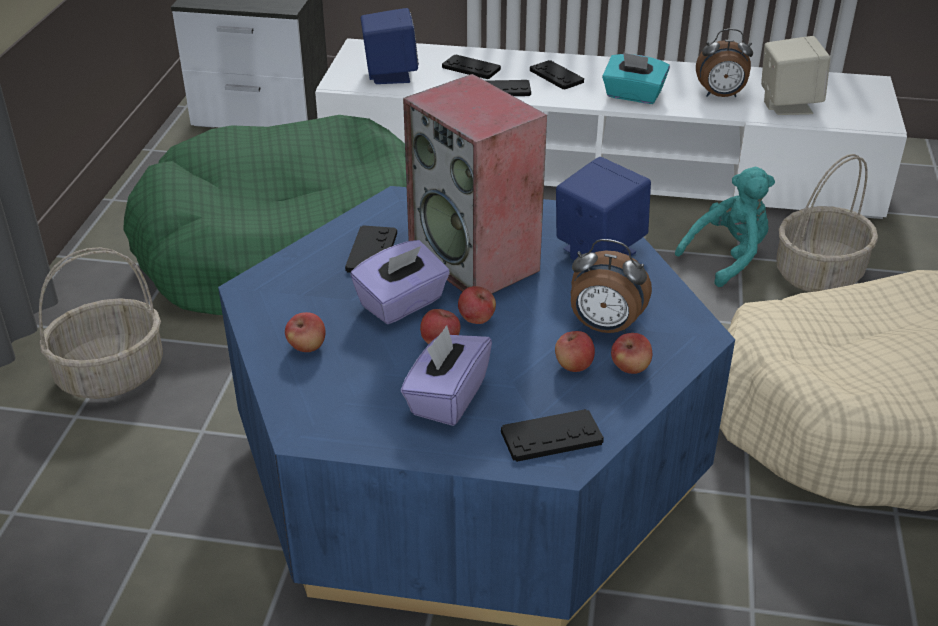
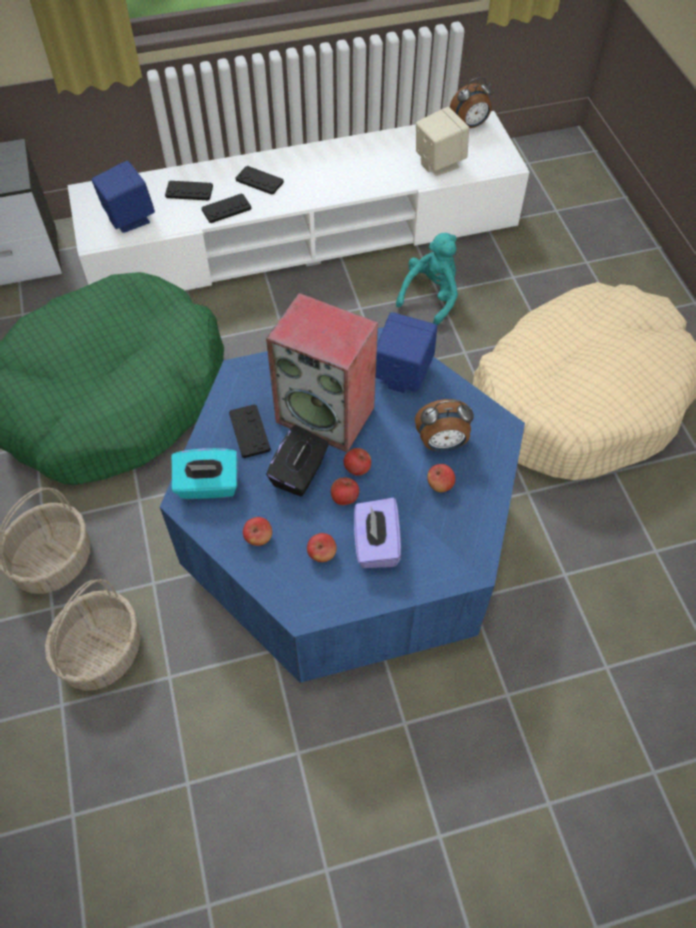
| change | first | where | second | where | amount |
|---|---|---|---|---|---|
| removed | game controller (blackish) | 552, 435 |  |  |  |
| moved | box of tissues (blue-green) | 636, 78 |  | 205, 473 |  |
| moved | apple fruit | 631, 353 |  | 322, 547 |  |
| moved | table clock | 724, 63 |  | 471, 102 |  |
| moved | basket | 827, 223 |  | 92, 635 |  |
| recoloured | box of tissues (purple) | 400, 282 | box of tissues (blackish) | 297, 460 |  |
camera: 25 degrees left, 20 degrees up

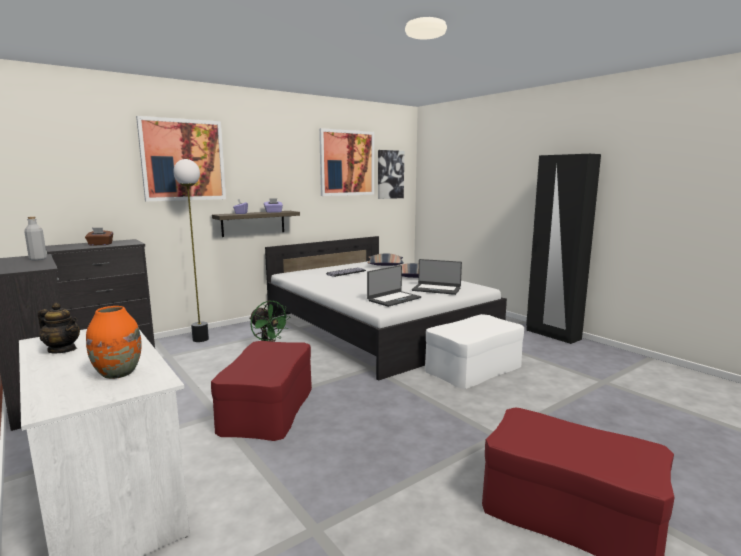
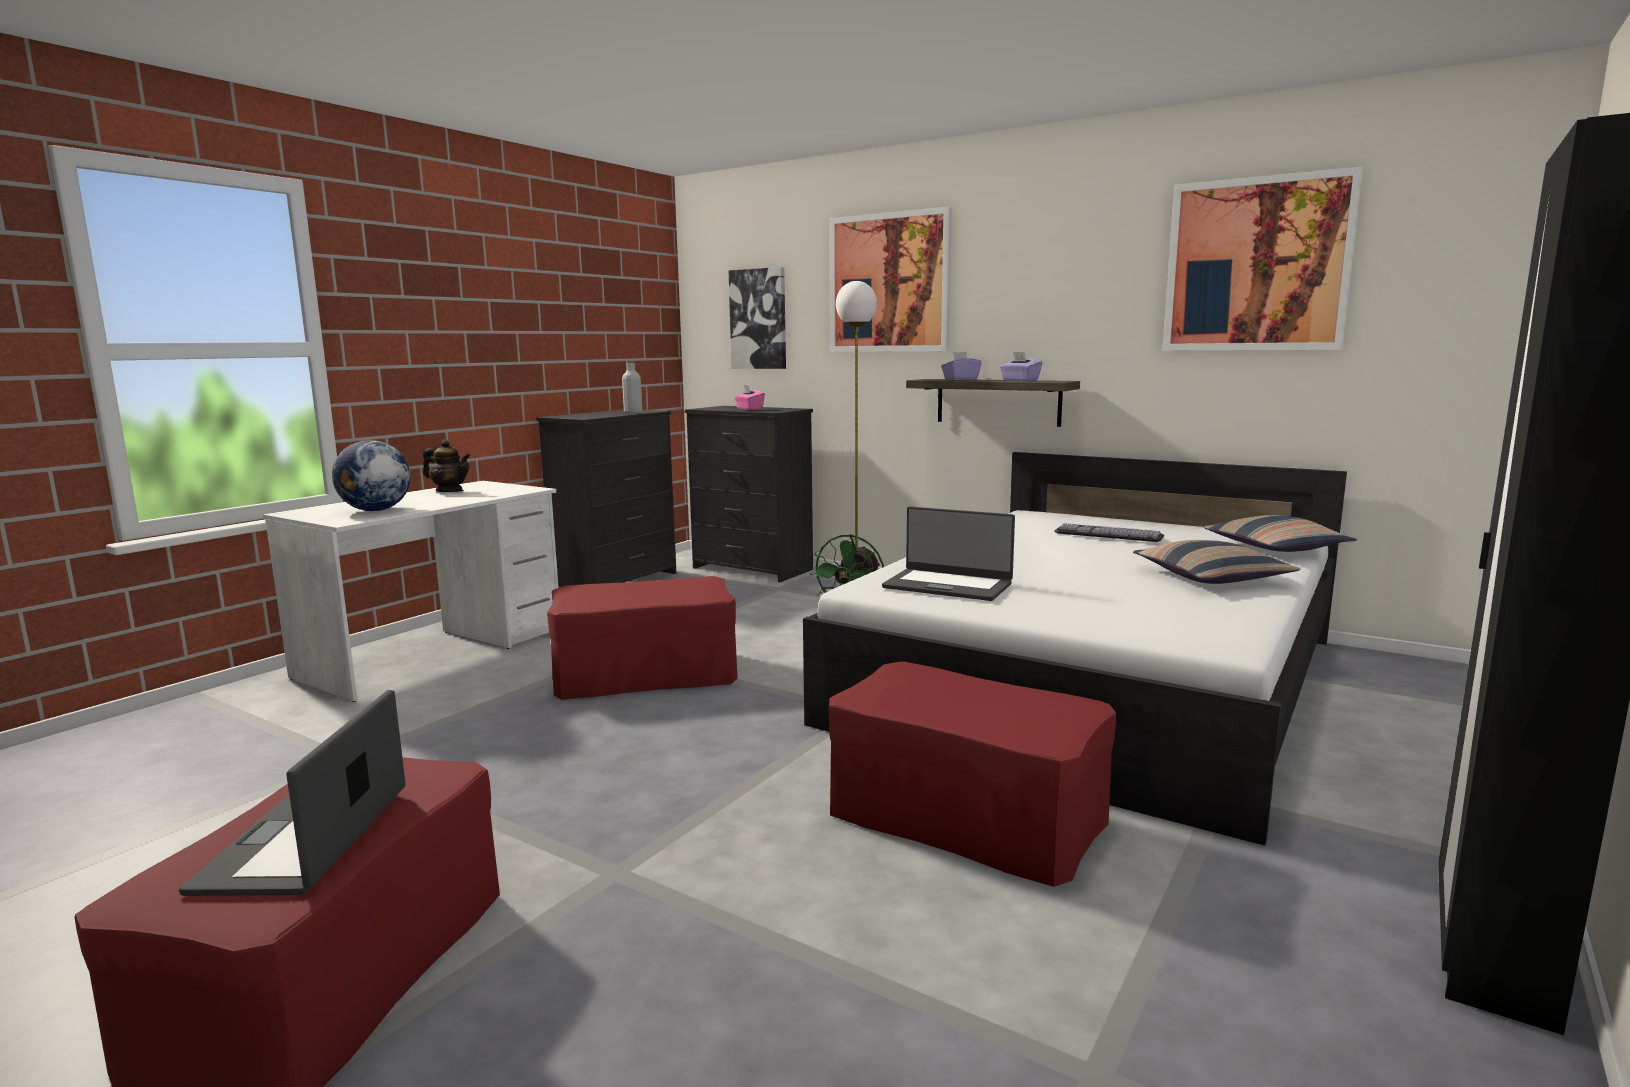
| change | first | where | second | where | amount |
|---|---|---|---|---|---|
| moved | wall picture | 391, 174 |  | 757, 318 |  |
| moved | notebook computer | 437, 277 |  | 292, 793 |  |
| replaced | decorative vase (orangey) | 114, 342 | desk globe | 371, 475 |  |
| recoloured | box of tissues (brownish) | 99, 237 | box of tissues (pink-coloured) | 749, 397 |  |
| recoloured | ottoman (white) | 474, 351 | ottoman (red) | 972, 774 |  |
| turned | teapot | 59, 328 |  | 447, 466 | 75 degrees counterclockwise |
camera: 70 degrees right, 0 degrees up

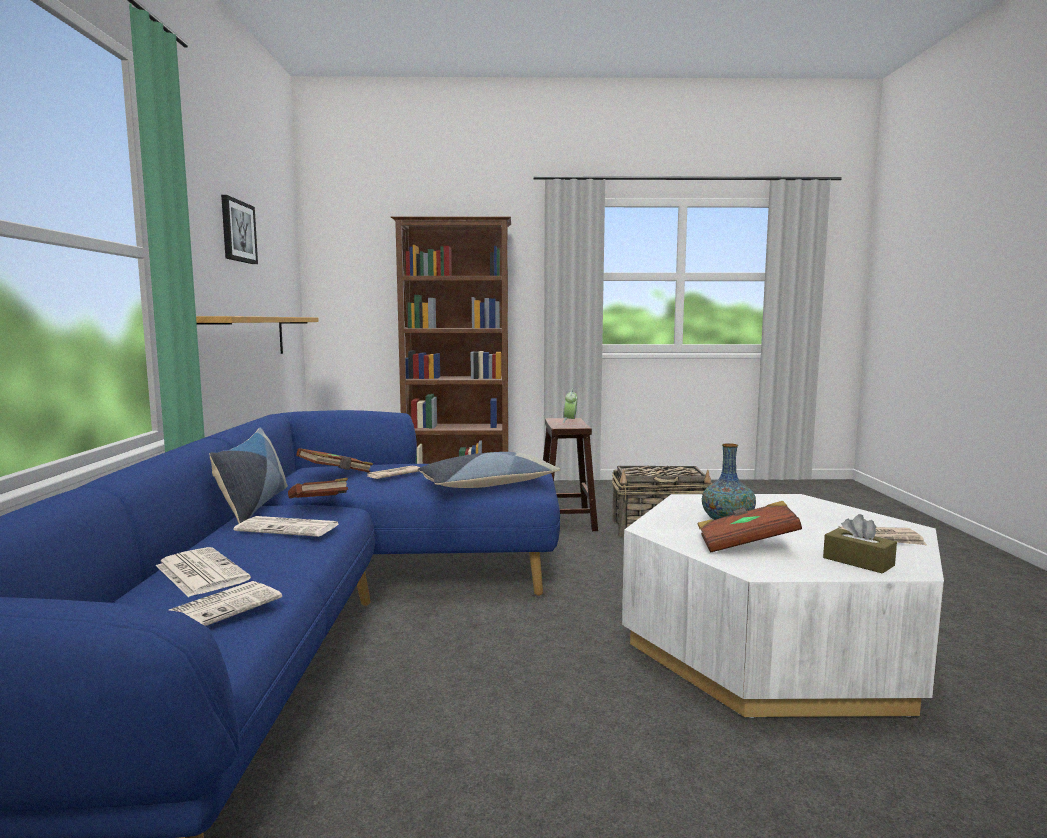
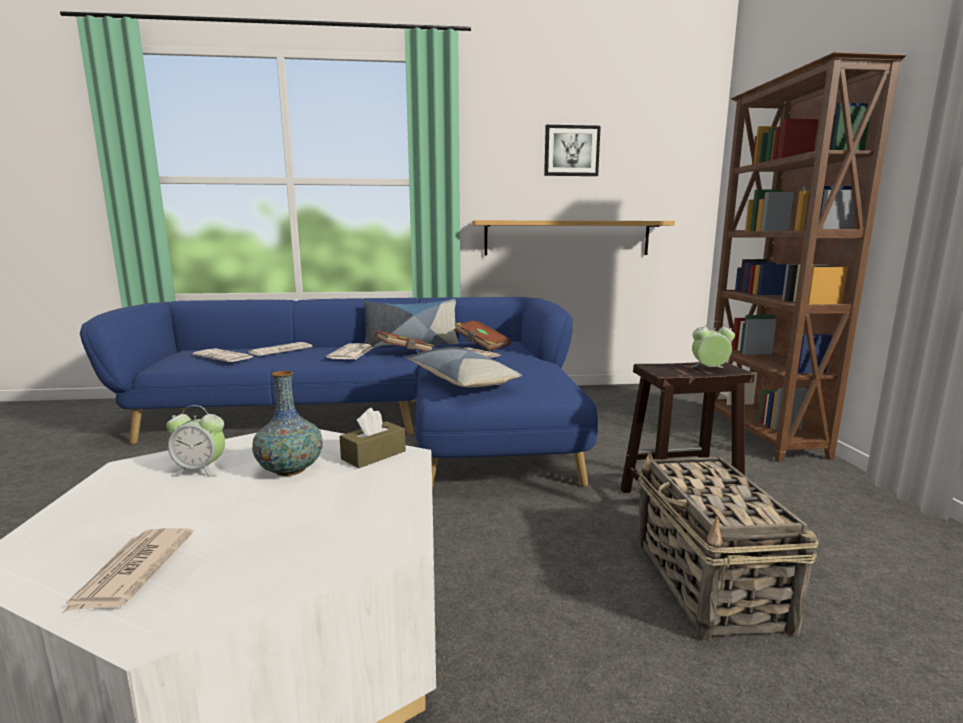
| change | first | where | second | where | amount |
|---|---|---|---|---|---|
| moved | box of tissues (brownish) | 860, 544 |  | 372, 438 |  |
| replaced | book (brownish) | 750, 527 | table clock | 195, 441 |  |
camera: 85 degrees right, 5 degrees up

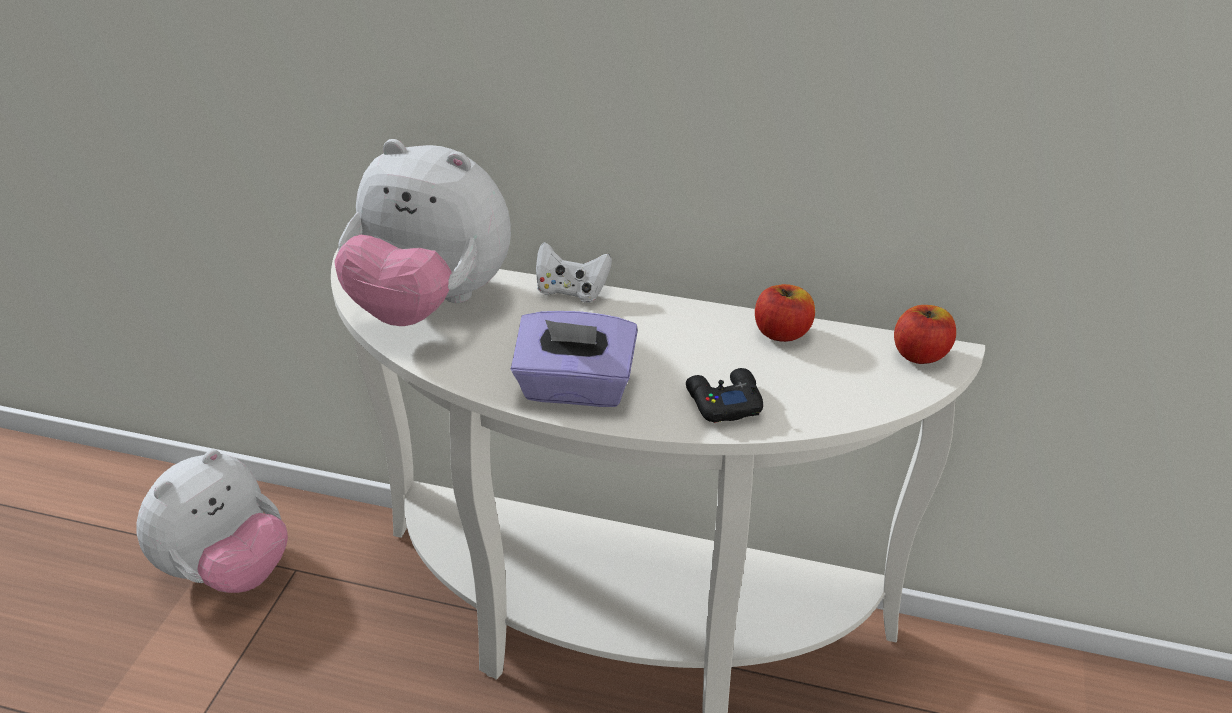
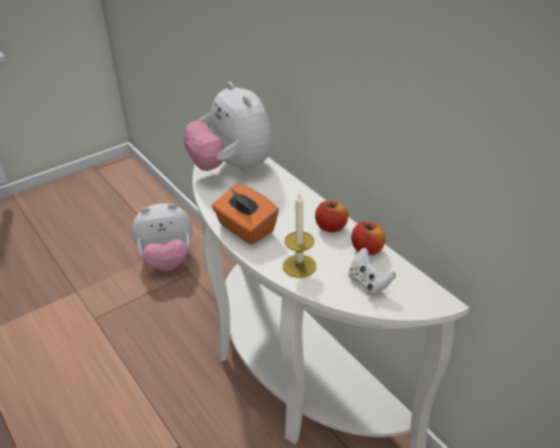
| change | first | where | second | where | amount |
|---|---|---|---|---|---|
| moved | game controller (white) | 574, 272 |  | 372, 272 |  |
| moved | apple fruit | 925, 334 |  | 331, 216 |  |
| replaced | game controller (blackish) | 724, 395 | wax candle | 299, 235 |  |
| recoloured | box of tissues (purple) | 574, 359 | box of tissues (orangey) | 245, 214 |  |
camera: 40 degrees right, 0 degrees up

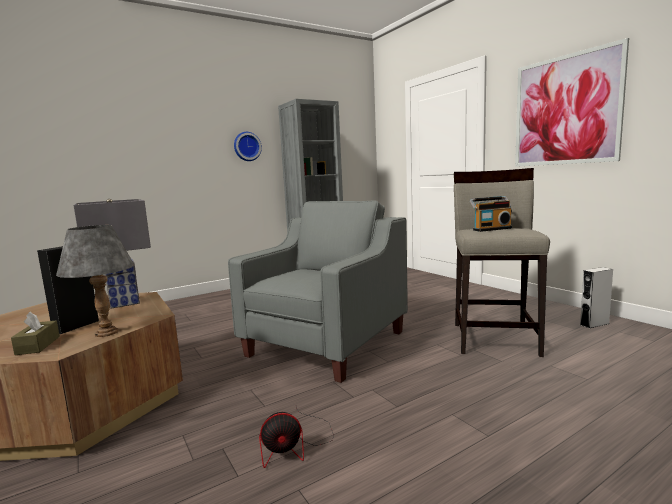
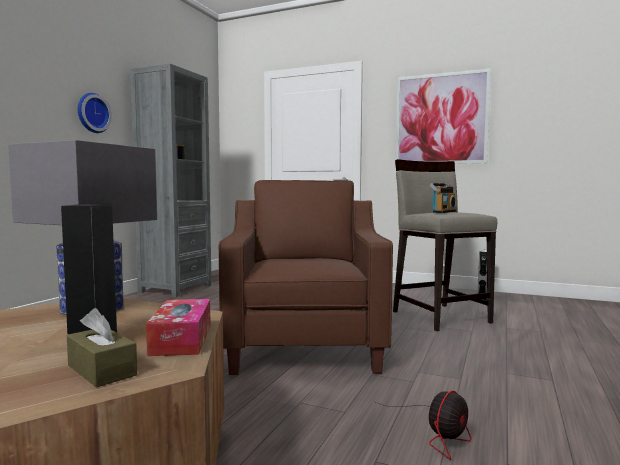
| change | first | where | second | where | amount |
|---|---|---|---|---|---|
| replaced | tabletop lamp (grey) | 95, 281 | box of tissues | 178, 327 |  |
| recoloured | lounge chair (grey) | 318, 292 | lounge chair (brownish) | 306, 277 |  |
camera: 35 degrees left, 5 degrees down

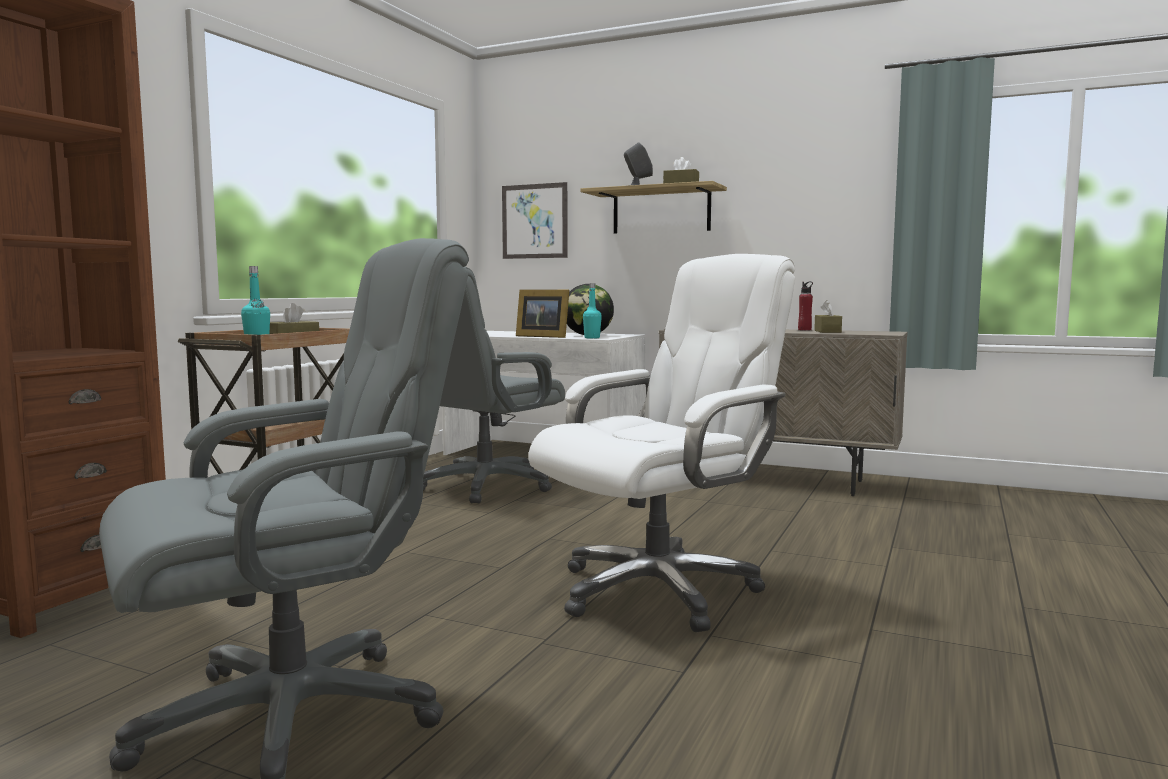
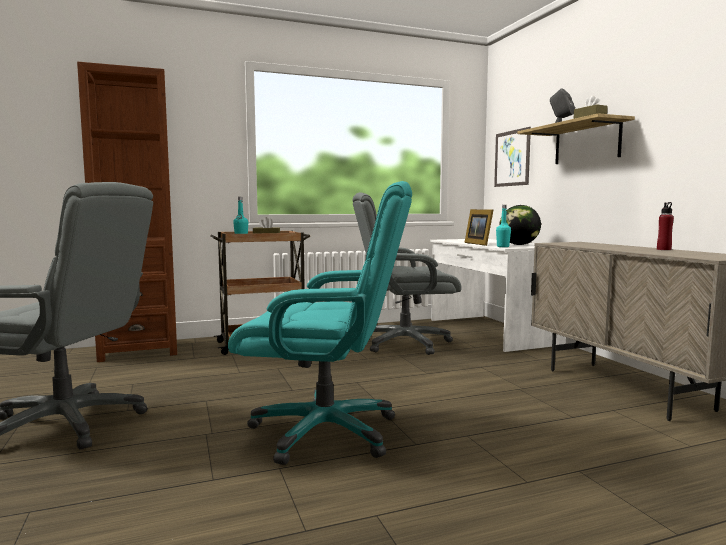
| change | first | where | second | where | amount |
|---|---|---|---|---|---|
| removed | box of tissues (brownish) | 828, 316 |  |  |  |
| recoloured | computer chair (white) | 662, 443 | computer chair (blue-green) | 320, 323 |  |
camera: 45 degrees right, 0 degrees up

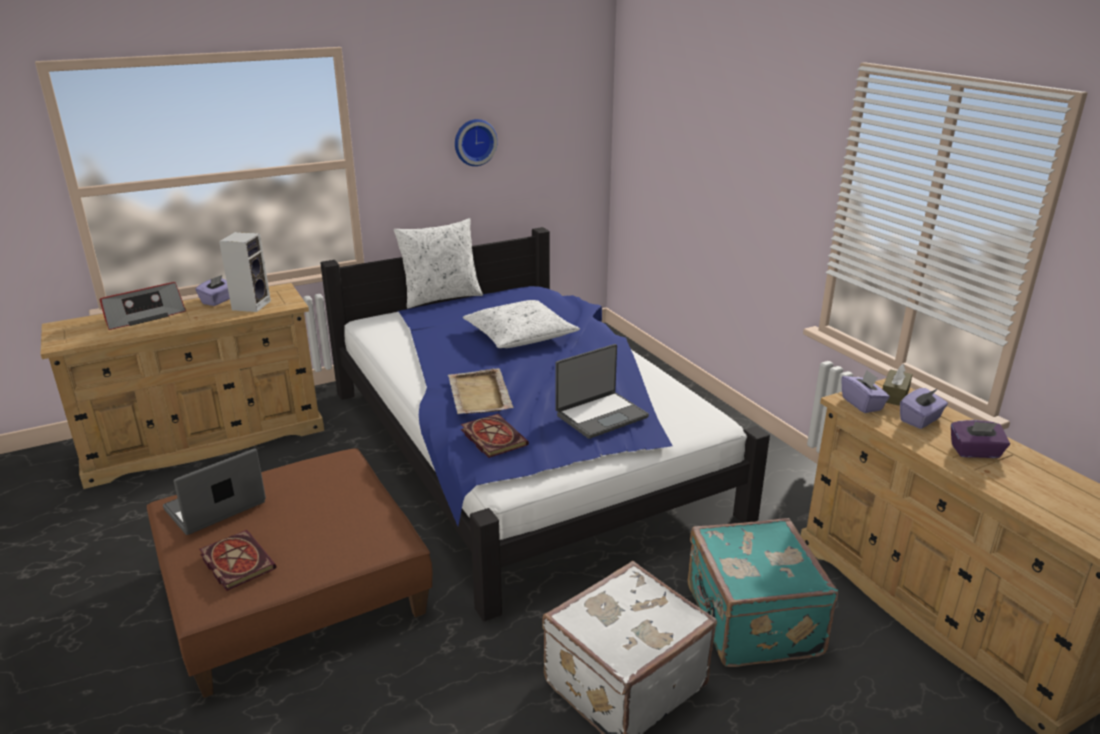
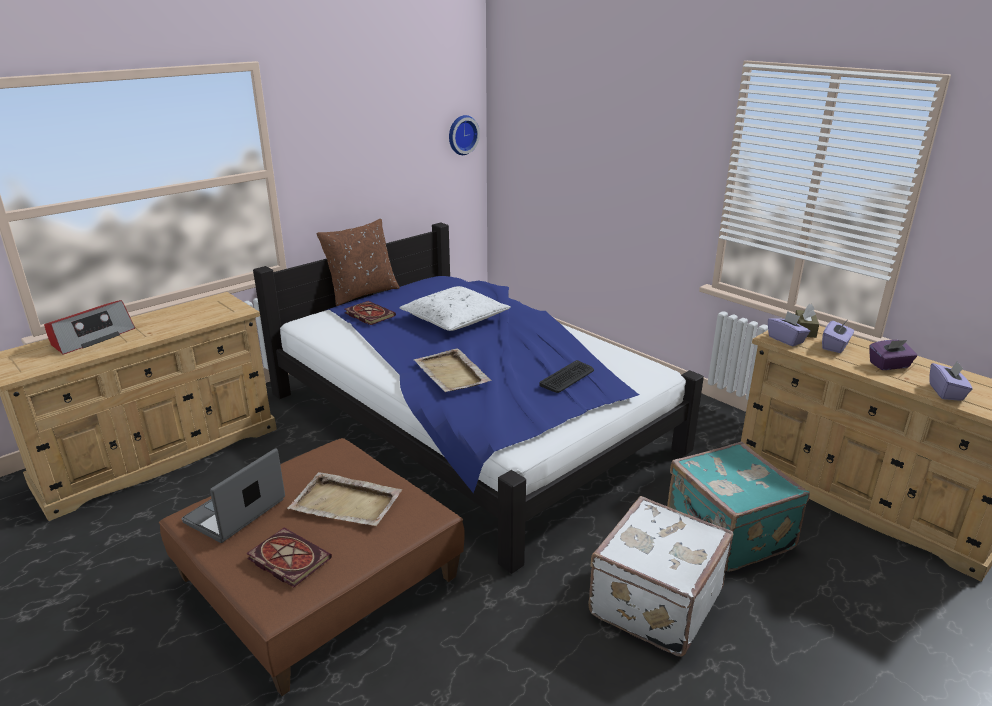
| change | first | where | second | where | amount |
|---|---|---|---|---|---|
| removed | loudspeaker | 245, 272 |  |  |  |
| added |  |  | serving tray (beige) | 344, 499 |  |
| moved | box of tissues (purple) | 212, 290 |  | 951, 381 |  |
| moved | clock on the wall | 476, 142 |  | 464, 135 |  |
| moved | book | 495, 436 |  | 370, 313 |  |
| replaced | notebook computer | 602, 391 | PC keyboard | 566, 376 |  |
| recoloured | throw pillow (white) | 438, 263 | throw pillow (brownish) | 358, 262 |  |
camera: 15 degrees left, 0 degrees up

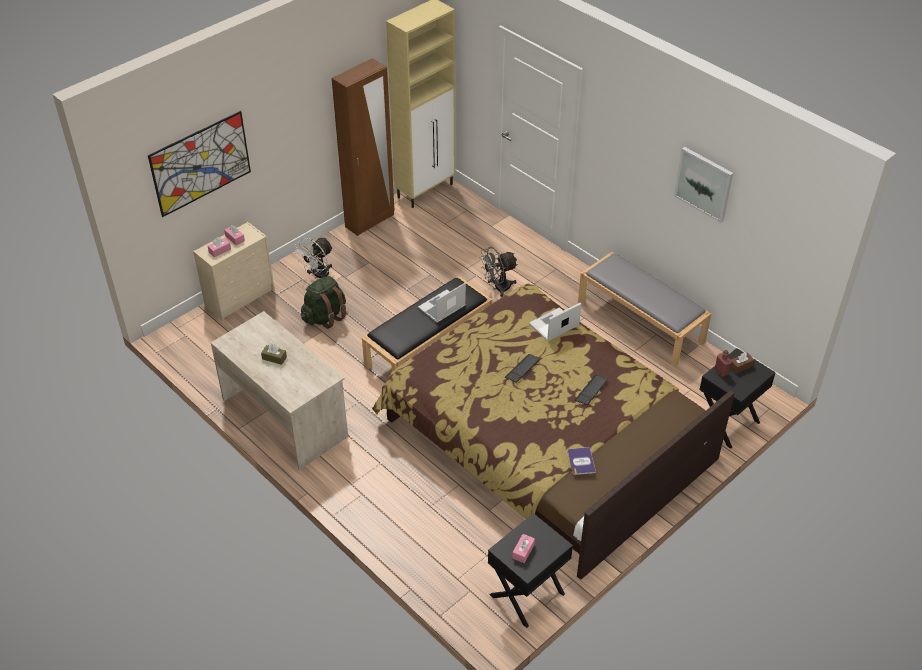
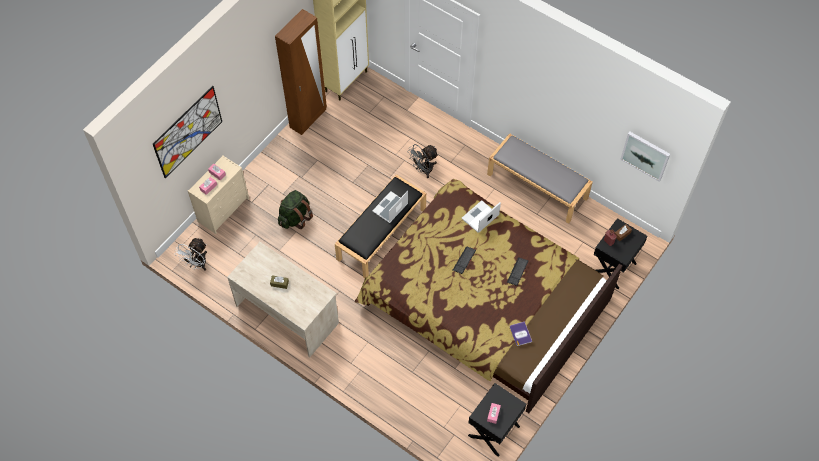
| change | first | where | second | where | amount |
|---|---|---|---|---|---|
| moved | fan (white) | 313, 258 |  | 191, 254 |  |
| moved | wall picture | 703, 185 |  | 645, 157 |  |
camera: 10 degrees left, 15 degrees up

